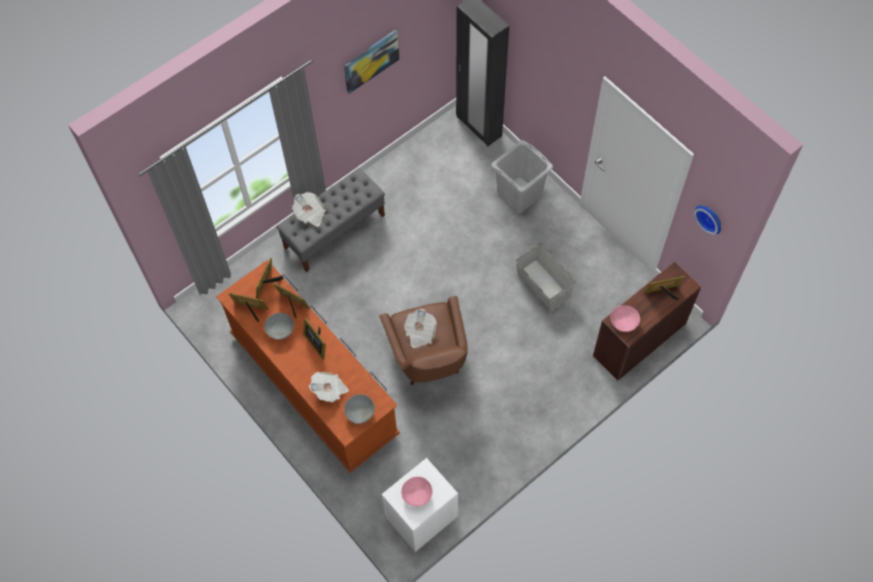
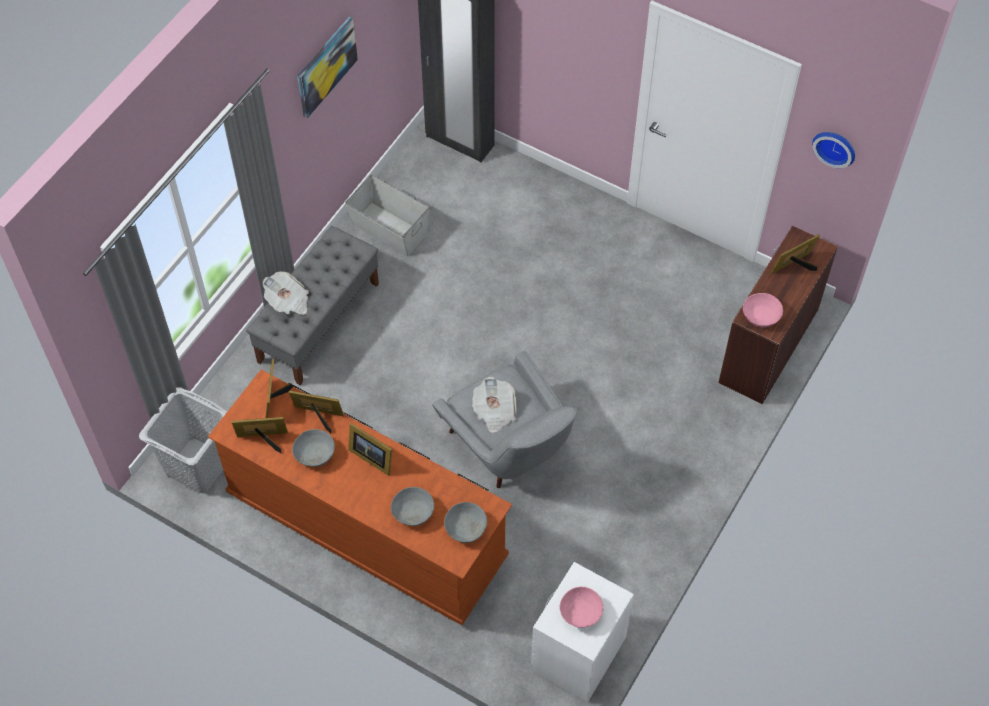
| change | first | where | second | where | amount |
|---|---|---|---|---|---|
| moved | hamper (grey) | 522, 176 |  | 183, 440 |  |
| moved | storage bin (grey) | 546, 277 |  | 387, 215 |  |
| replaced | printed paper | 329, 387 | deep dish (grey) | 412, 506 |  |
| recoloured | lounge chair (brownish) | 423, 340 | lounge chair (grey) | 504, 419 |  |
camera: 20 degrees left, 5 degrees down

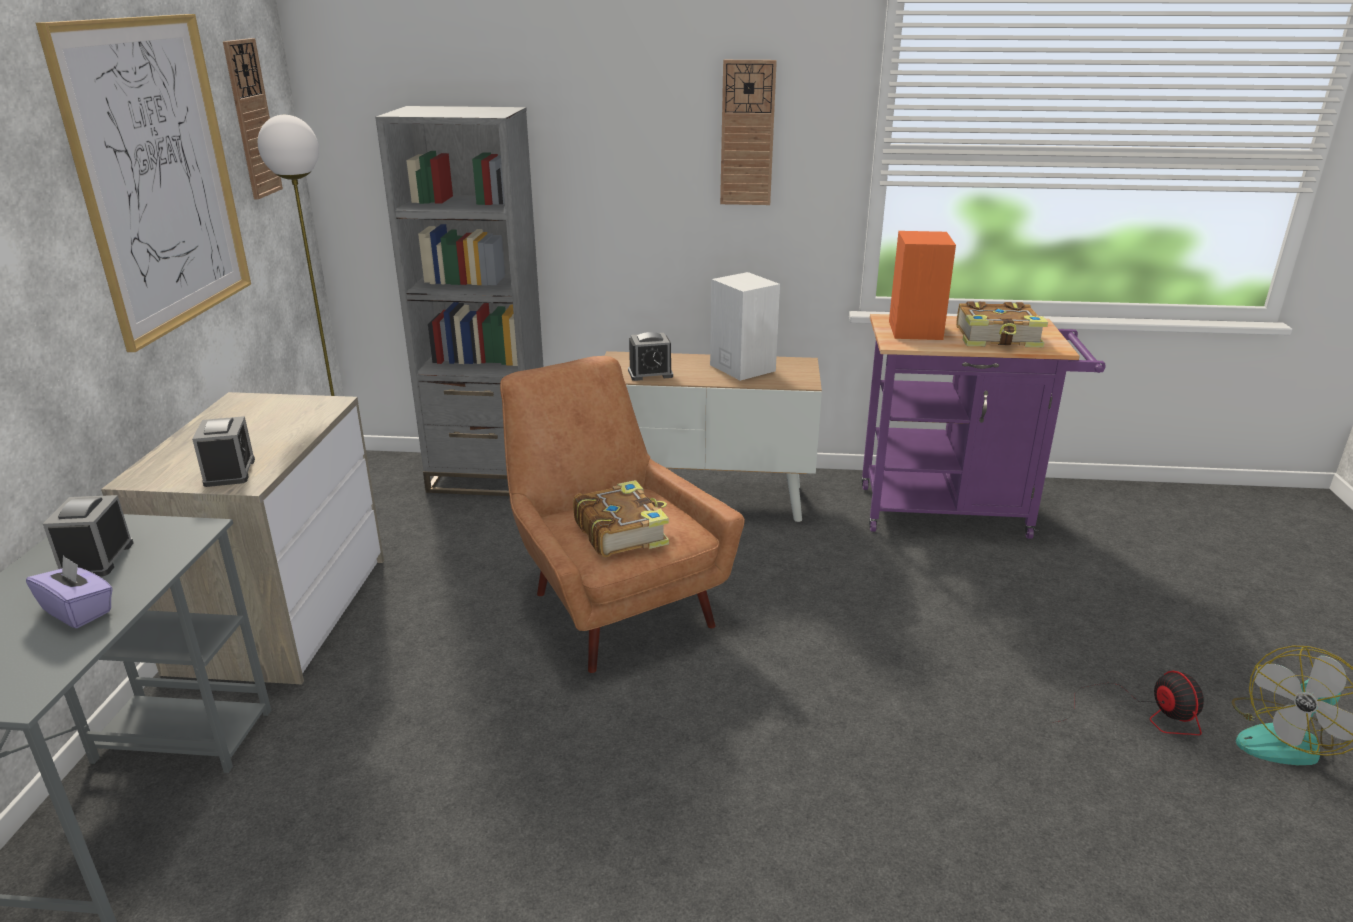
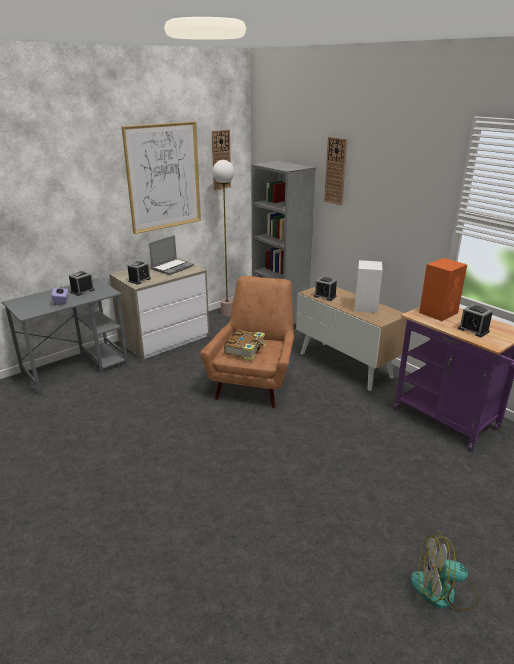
| change | first | where | second | where | amount |
|---|---|---|---|---|---|
| removed | fan | 1128, 703 |  |  |  |
| added |  |  | notebook computer | 171, 255 |  |
| moved | clock on the wall | 748, 132 |  | 335, 171 |  |
| replaced | book | 1002, 324 | table clock | 475, 320 |  |
camera: 45 degrees right, 0 degrees up

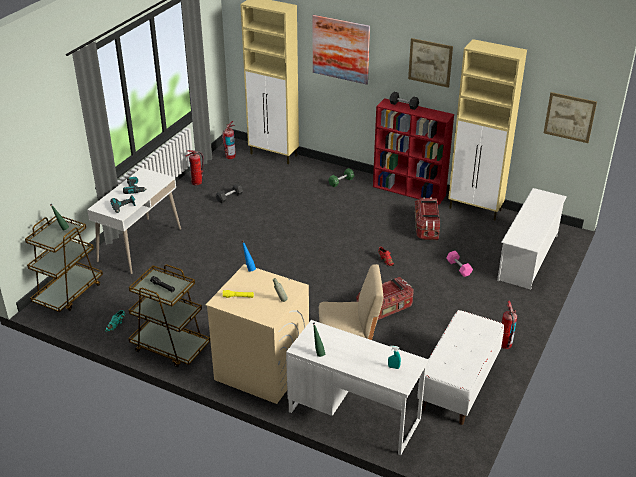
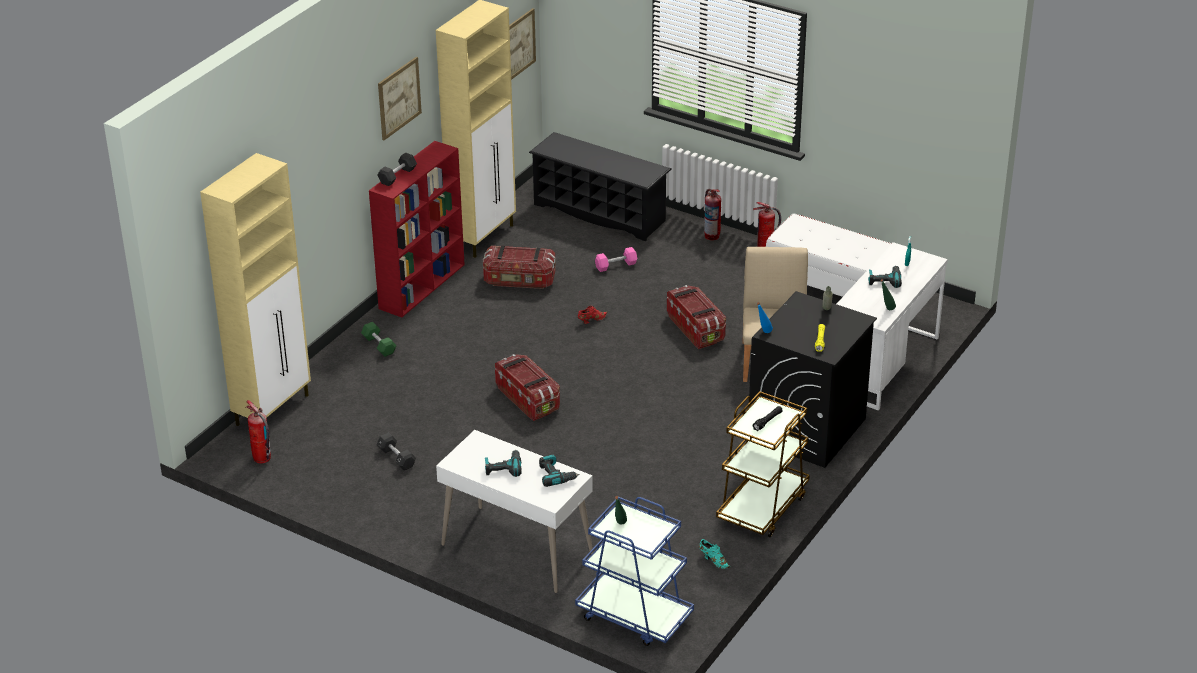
| change | first | where | second | where | amount |
|---|---|---|---|---|---|
| removed | wall picture | 341, 50 |  |  |  |
| added |  |  | storage bin | 527, 387 |  |
| added |  |  | drill | 885, 277 |  |
| moved | extinguisher | 195, 167 |  | 713, 214 |  |
| recoloured | trolley (brownish) | 64, 264 | trolley (bluish) | 634, 571 |  |
| recoloured | washing machine (beige) | 257, 334 | washing machine (blackish) | 813, 379 |  |
| recoloured | shoe rack (white) | 532, 239 | shoe rack (blackish) | 600, 186 |  |
camera: 85 degrees left, 0 degrees up

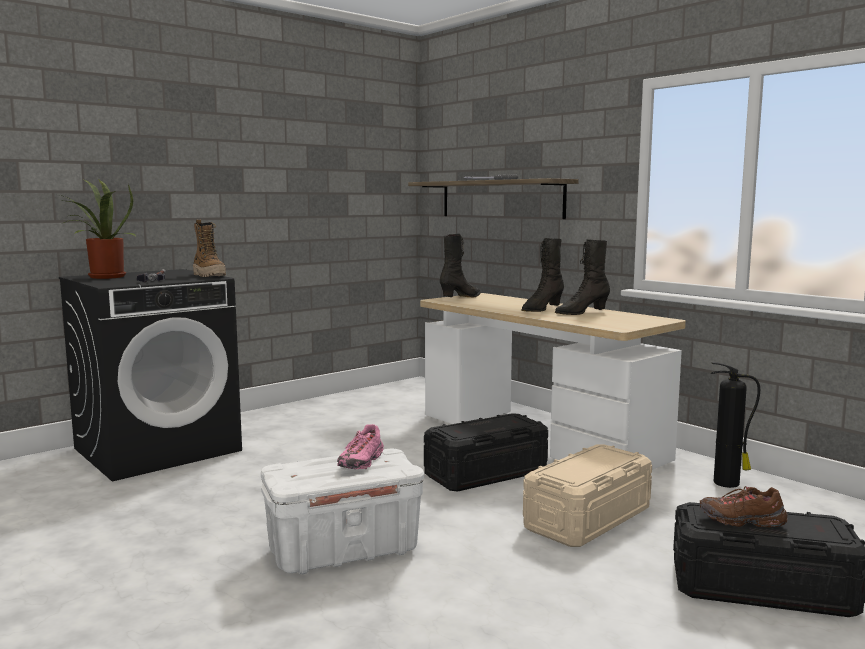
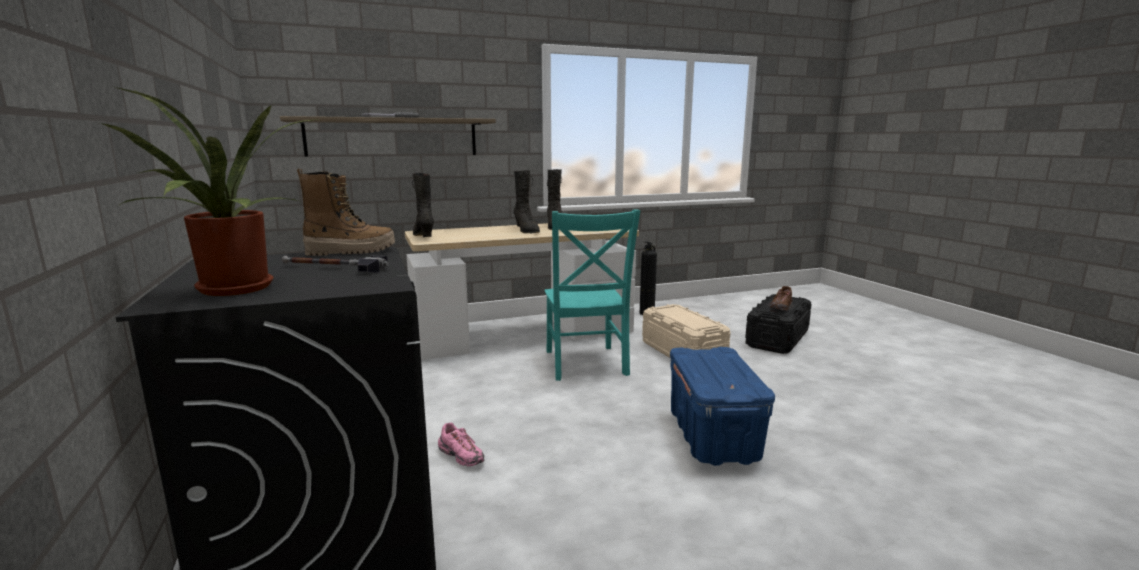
| change | first | where | second | where | amount |
|---|---|---|---|---|---|
| moved | item of footwear (pink-coloured) | 360, 446 |  | 461, 445 |  |
| replaced | storage bin (blackish) | 486, 452 | chair (blue-green) | 592, 295 |  |
| recoloured | storage bin (white) | 342, 511 | storage bin (bluish) | 722, 406 |  |
camera: 70 degrees left, 5 degrees up

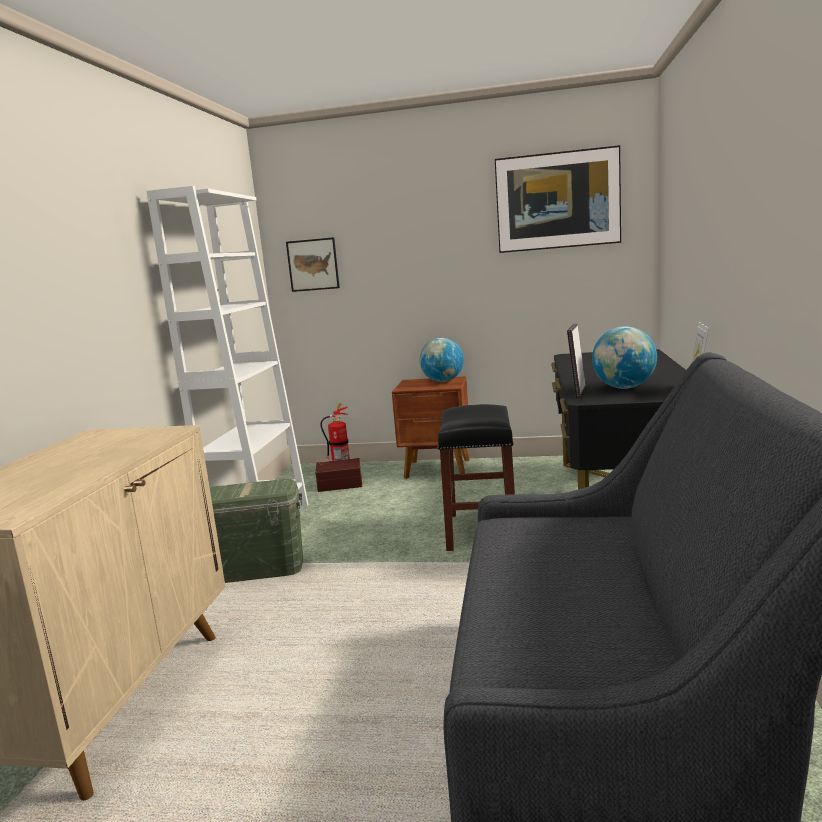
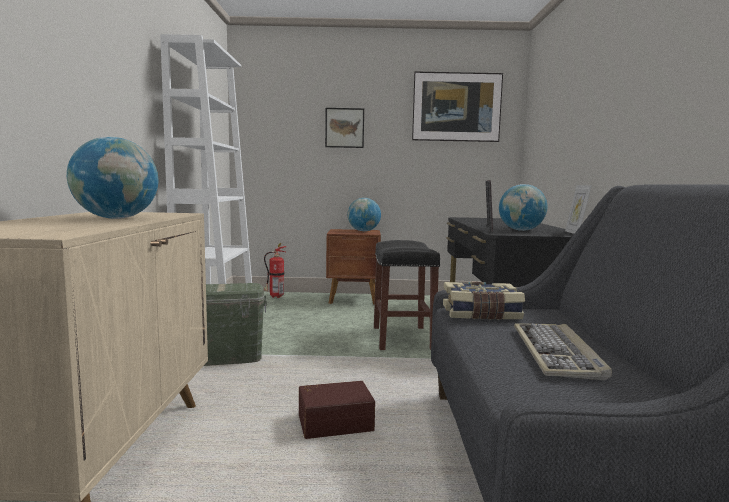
| change | first | where | second | where | amount |
|---|---|---|---|---|---|
| added |  |  | desk globe | 112, 178 |  |
| added |  |  | book | 484, 300 |  |
| added |  |  | PC keyboard | 563, 351 |  |
| moved | wall picture | 313, 264 |  | 344, 128 |  |
| moved | storage bin (brownish) | 338, 475 |  | 337, 410 |  |
camera: 10 degrees left, 5 degrees down

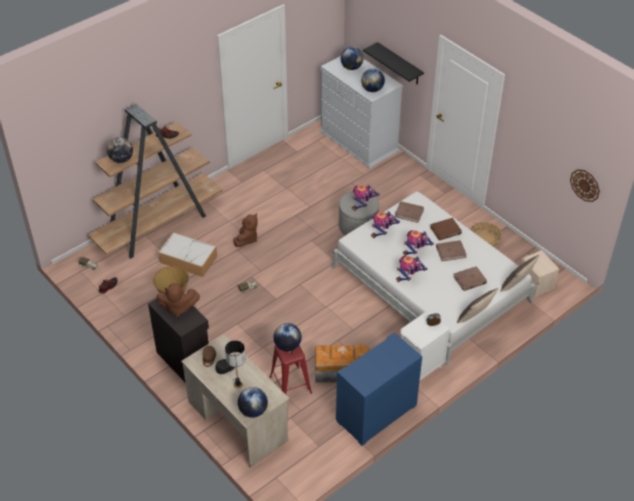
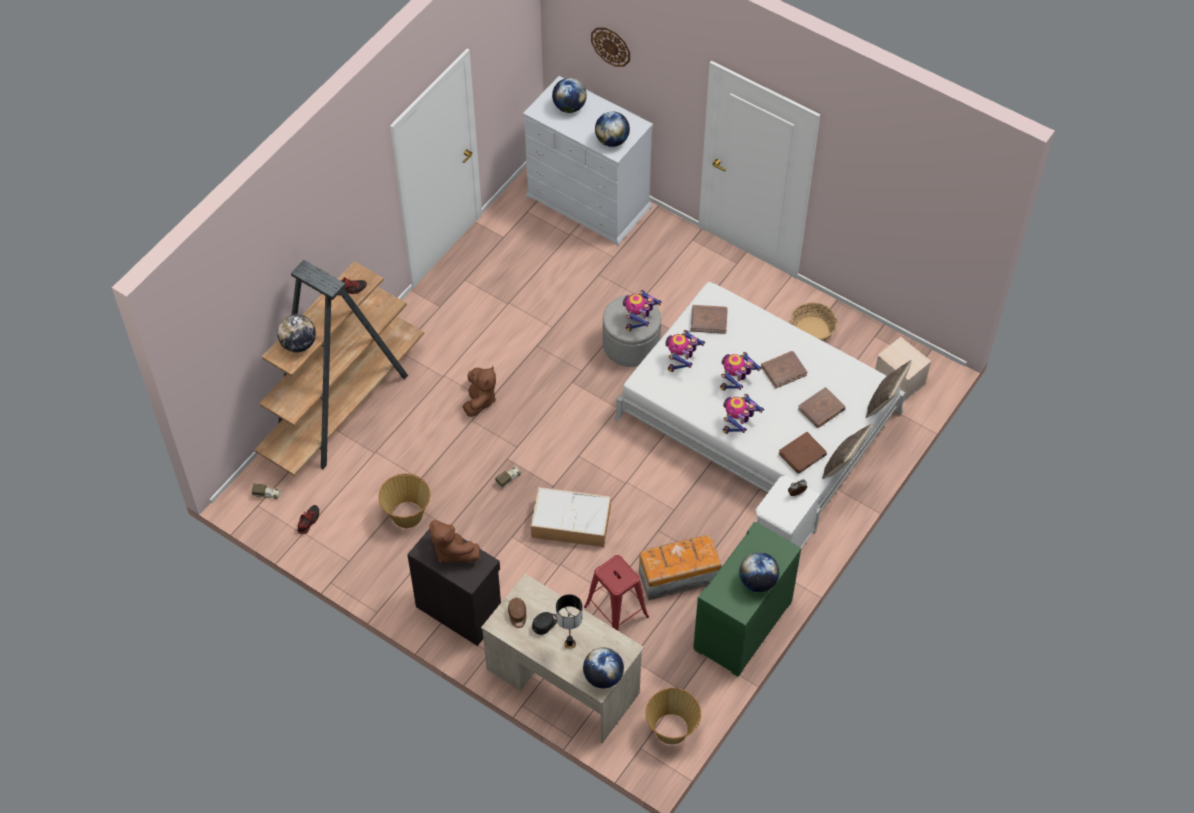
| change | first | where | second | where | amount |
|---|---|---|---|---|---|
| removed | shelf (blackish) | 393, 63 |  |  |  |
| added |  |  | basket | 673, 716 |  |
| moved | storage bin | 187, 254 |  | 571, 517 |  |
| moved | desk globe | 287, 337 |  | 759, 572 |  |
| moved | book (brownish) | 446, 229 |  | 803, 452 |  |
| moved | clock on the wall | 585, 185 |  | 610, 47 |  |
| recoloured | drawer chest (bluish) | 379, 389 | drawer chest (green-coloured) | 747, 599 |  |
| turned | cuddly toy (brownish) | 178, 300 |  | 454, 541 | 60 degrees clockwise |
camera: 15 degrees left, 10 degrees up

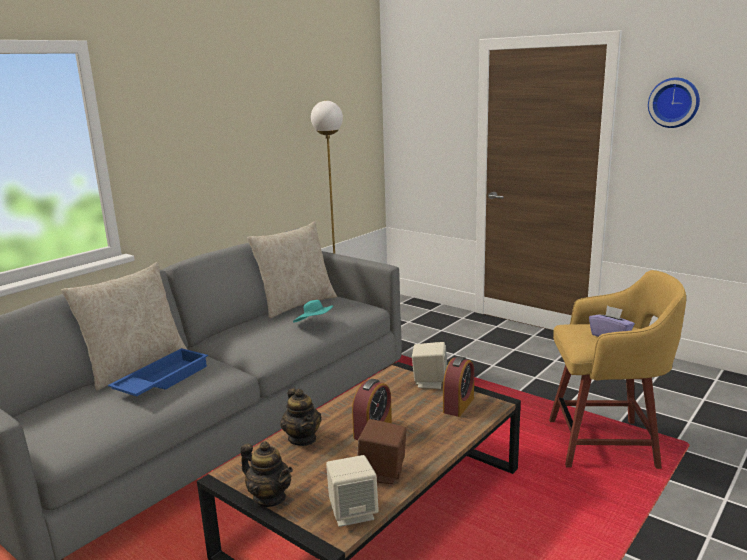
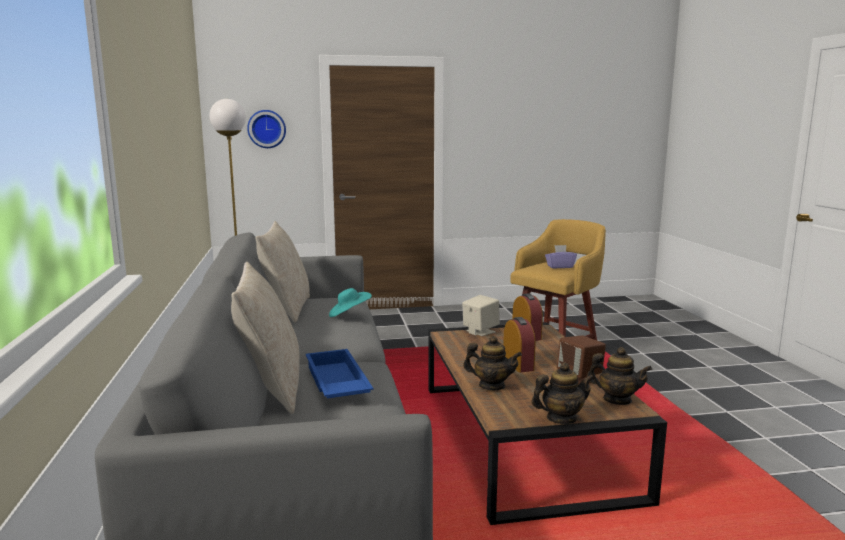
| change | first | where | second | where | amount |
|---|---|---|---|---|---|
| moved | clock on the wall | 674, 103 |  | 266, 129 |  |
| replaced | loudspeaker (beige) | 352, 491 | teapot | 619, 376 |  |
camera: 50 degrees left, 5 degrees down

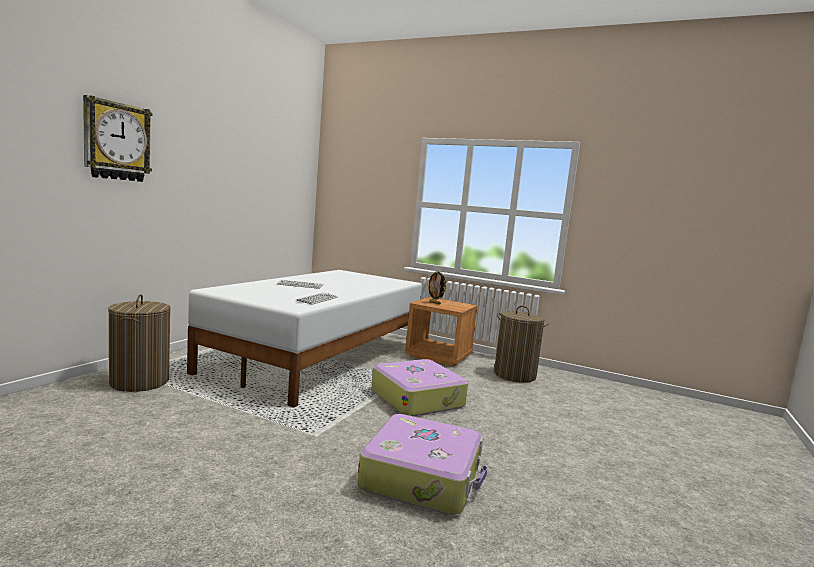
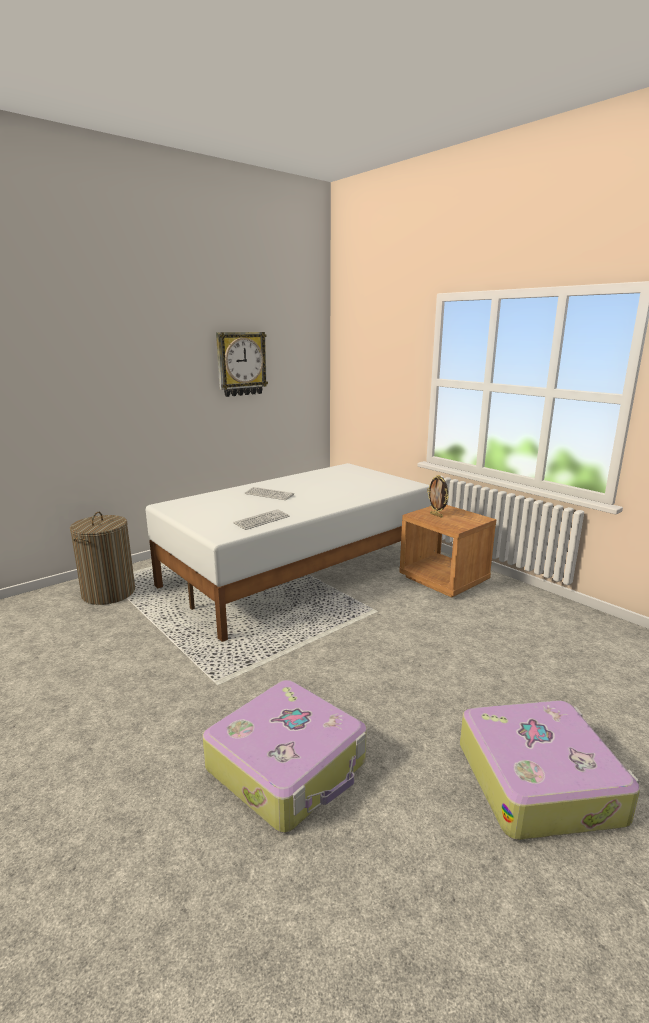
| change | first | where | second | where | amount |
|---|---|---|---|---|---|
| removed | hamper | 522, 344 |  |  |  |
| moved | clock on the wall | 117, 138 |  | 242, 364 |  |
| moved | travel case | 419, 387 |  | 550, 770 |  |
camera: 25 degrees right, 10 degrees up

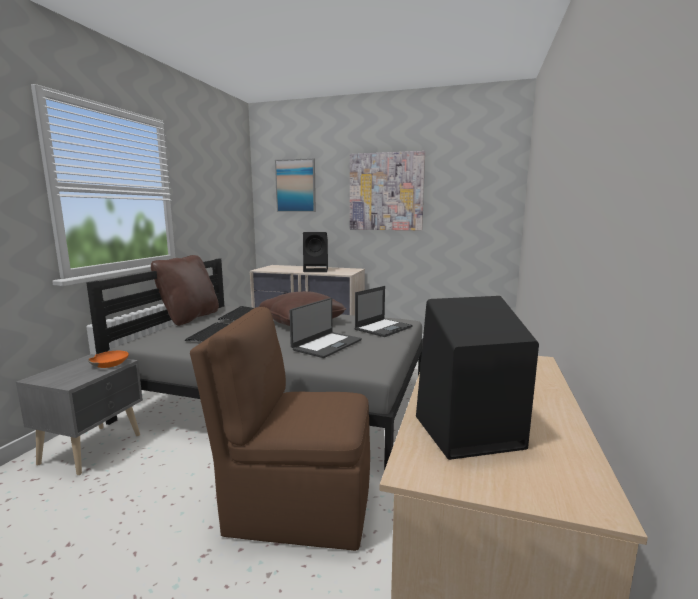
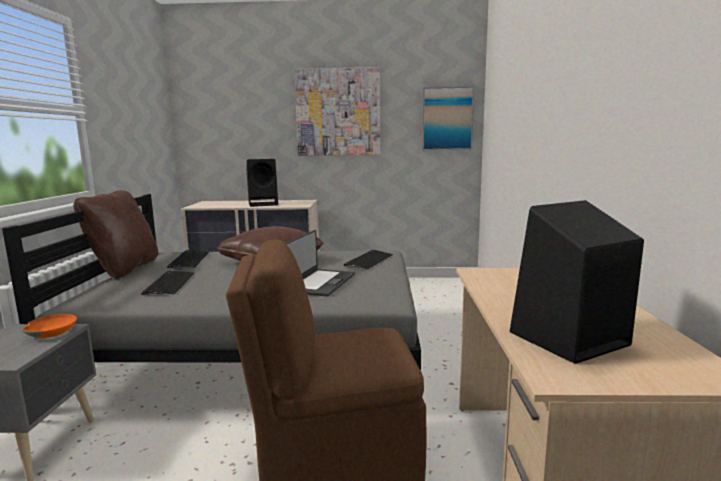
| change | first | where | second | where | amount |
|---|---|---|---|---|---|
| moved | wall picture | 295, 185 |  | 448, 118 |  |
| replaced | notebook computer | 384, 311 | PC keyboard | 368, 259 |  |
camera: 15 degrees left, 0 degrees up

